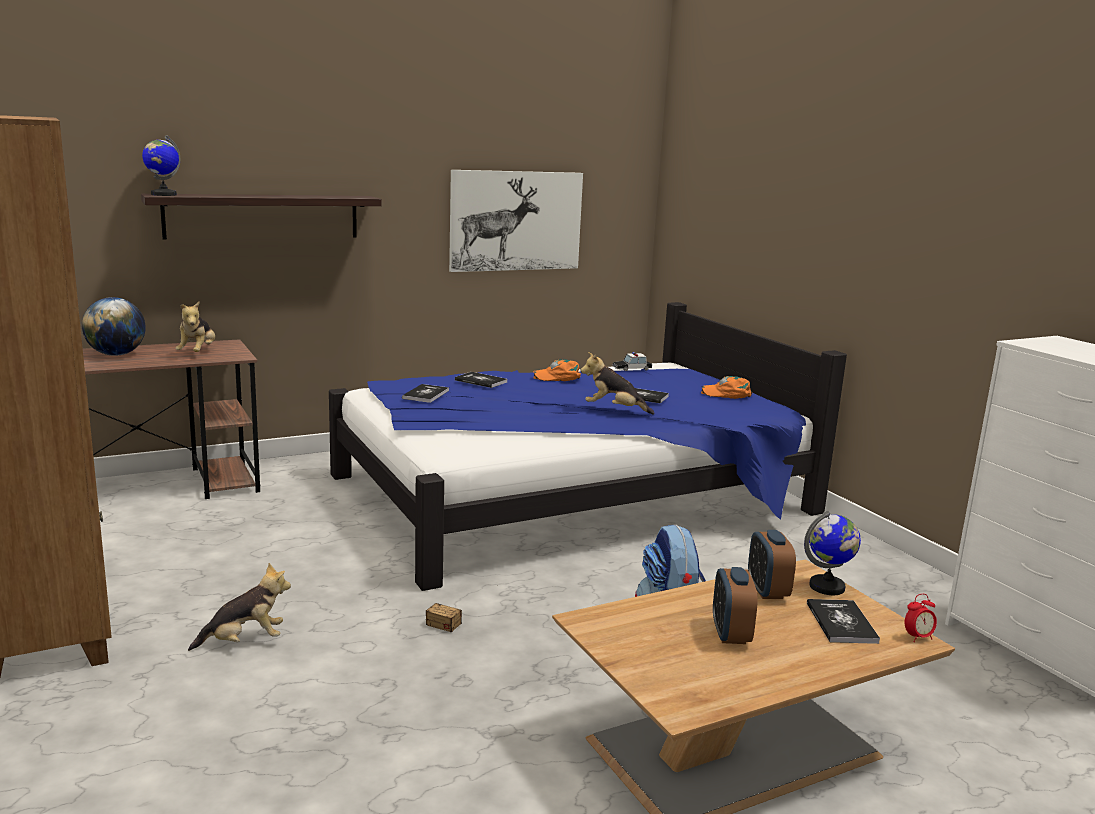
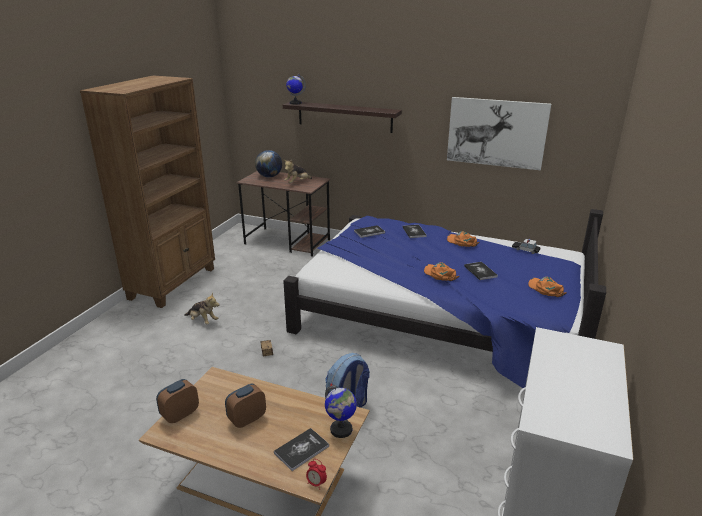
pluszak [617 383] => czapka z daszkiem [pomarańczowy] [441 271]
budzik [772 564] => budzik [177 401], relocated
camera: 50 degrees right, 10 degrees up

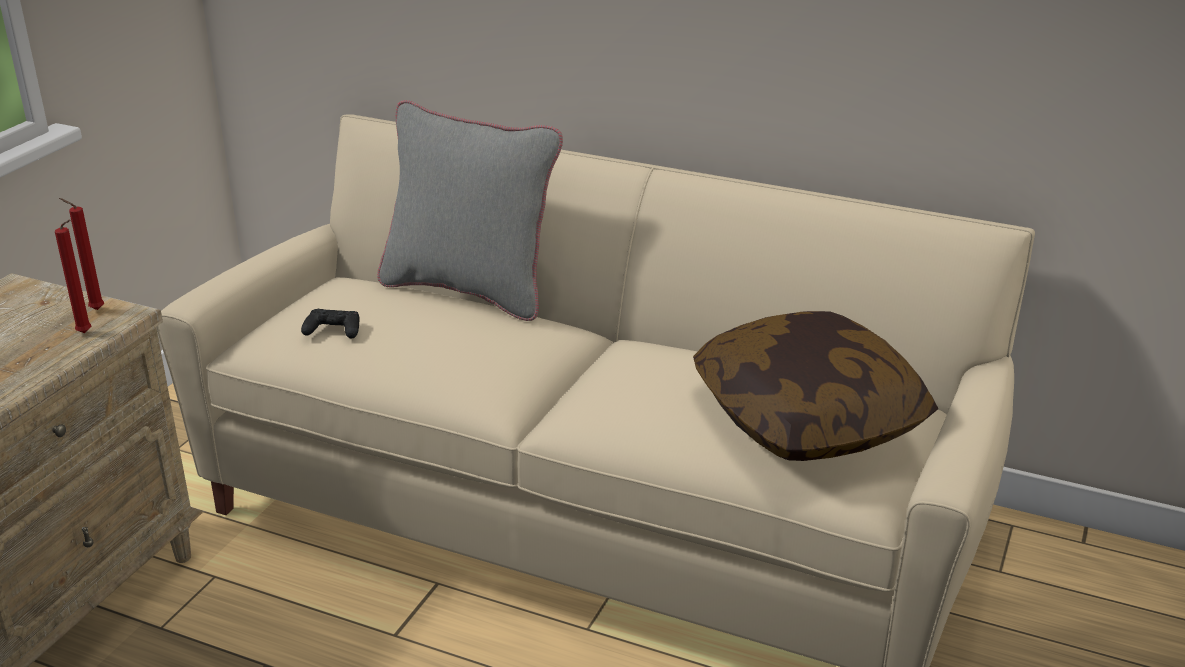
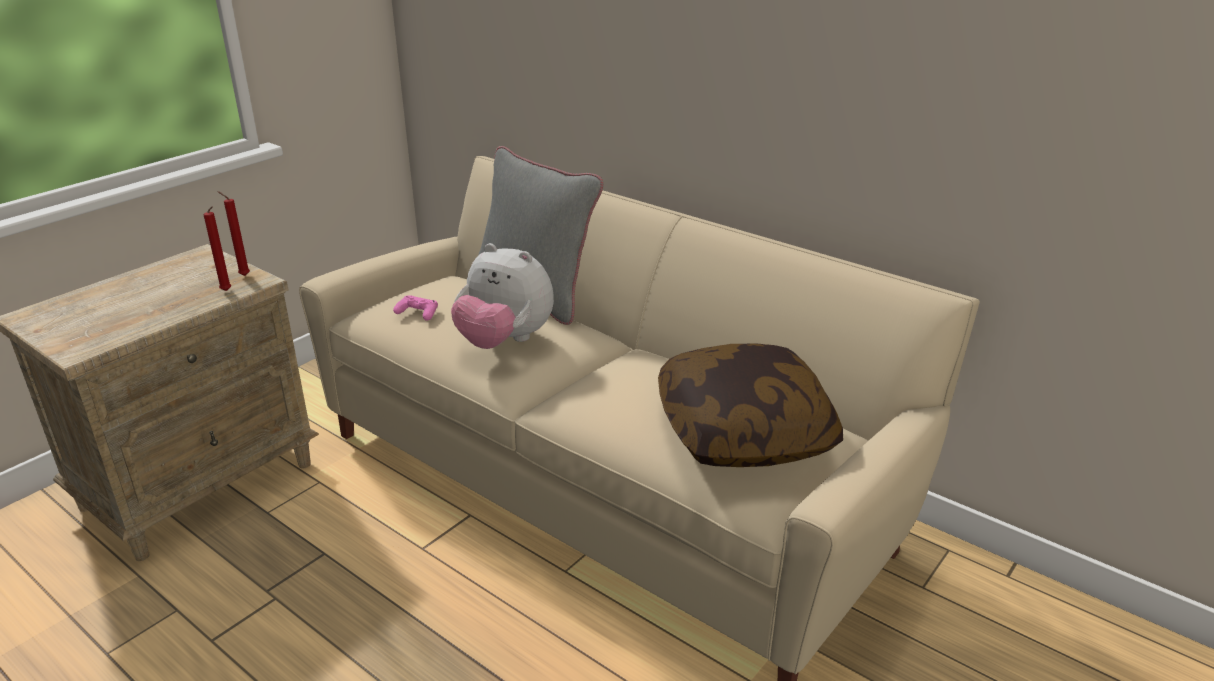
pad do gier [czarny] [330 324] => pad do gier [różowy] [415 308]
nothing => pluszak [502 296]
camera: 15 degrees right, 0 degrees up

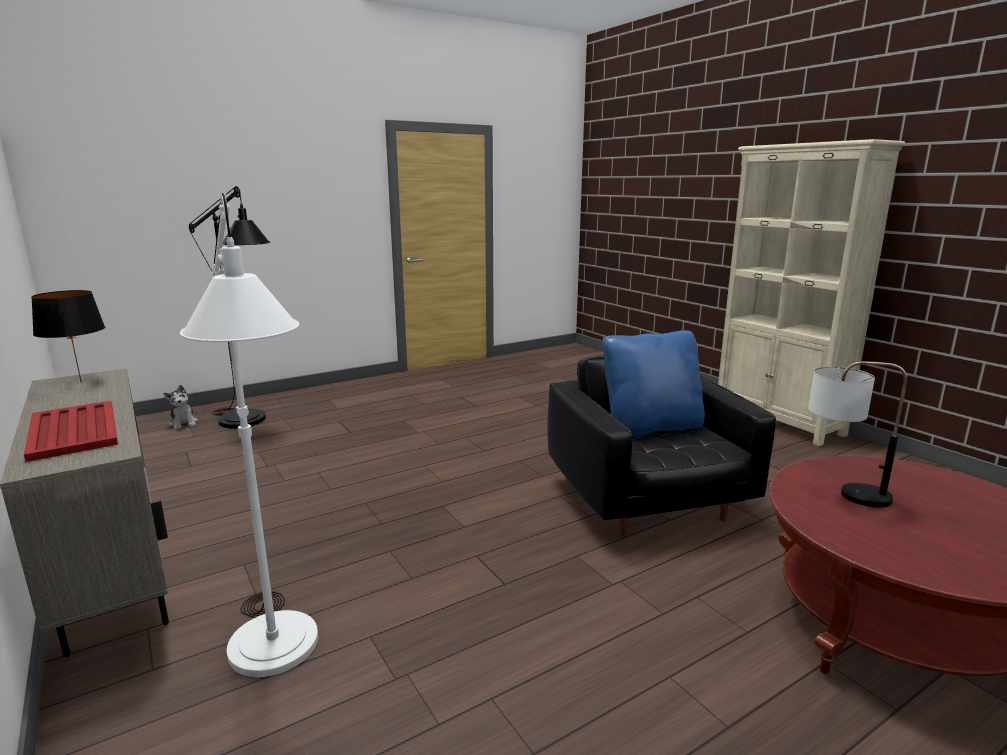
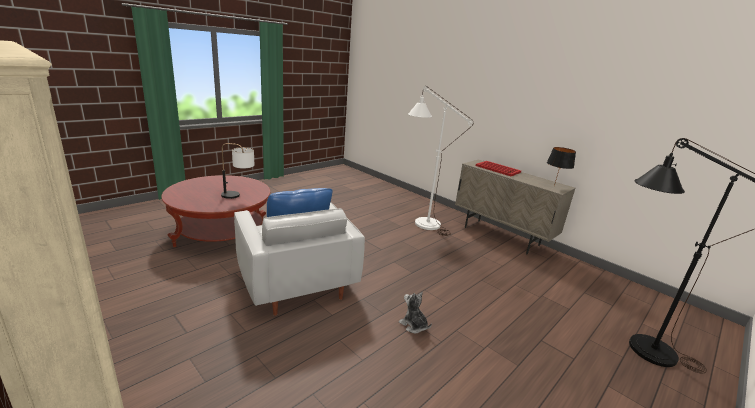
fotel [czarny] [661 446] => fotel [biały] [299 259]
pluszak [180 407] => pluszak [415 312], relocated
camera: 165 degrees right, 5 degrees up

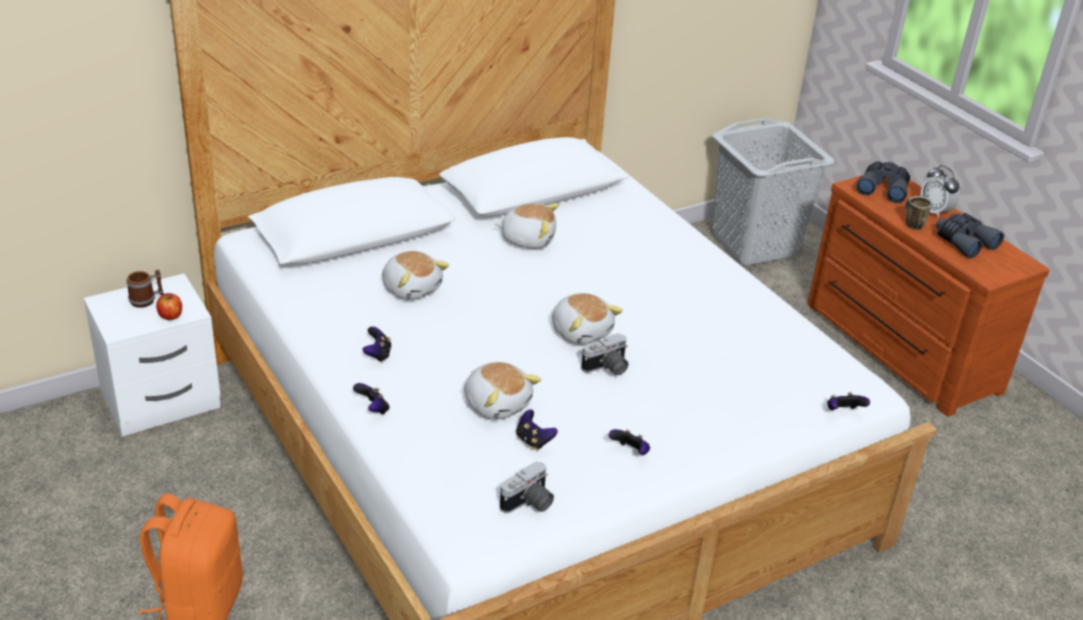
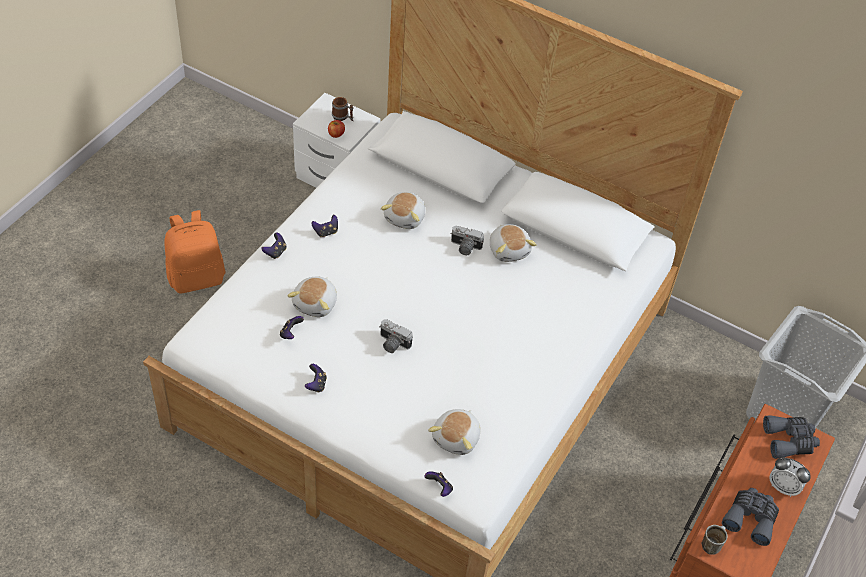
budzik [940 191] => budzik [790 477], 90 degrees counterclockwise
kubek [918 213] => kubek [715 540], relocated
pluszak [587 319] => pluszak [454 432], relocated
aparat fotograficzny [527 487] => aparat fotograficzny [467 240], relocated
camera: 60 degrees right, 15 degrees up

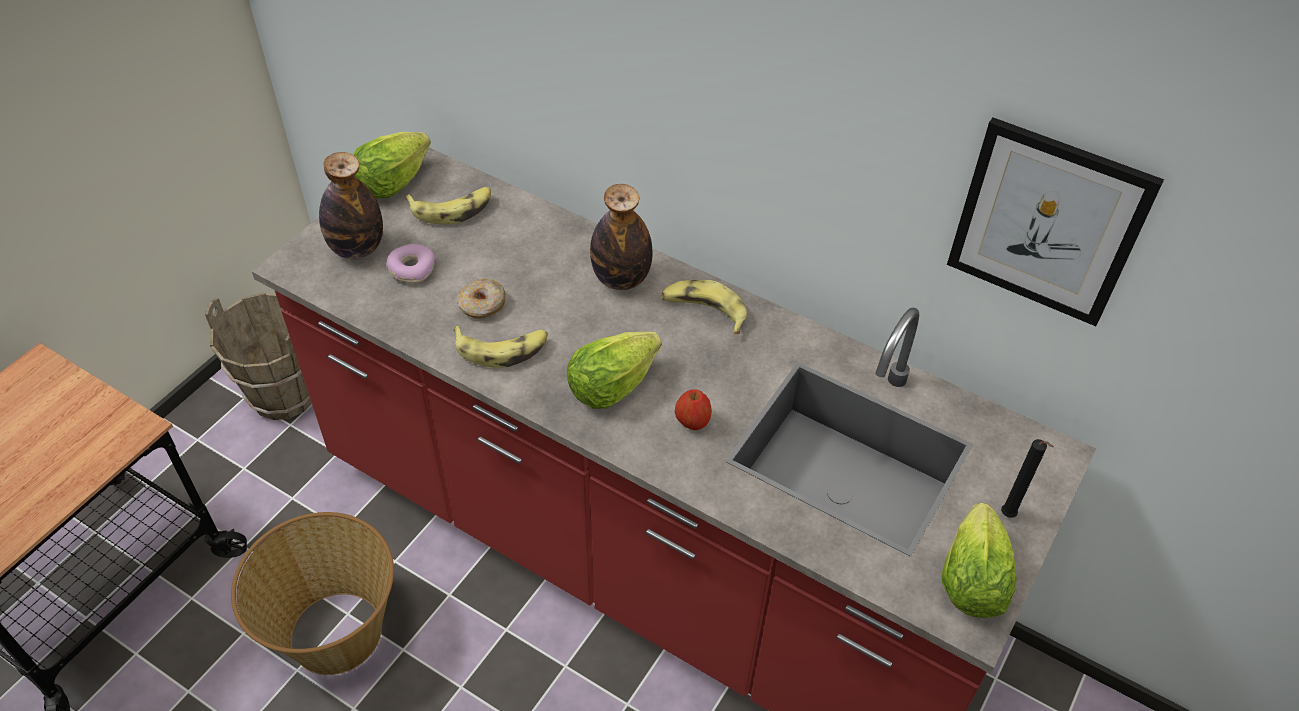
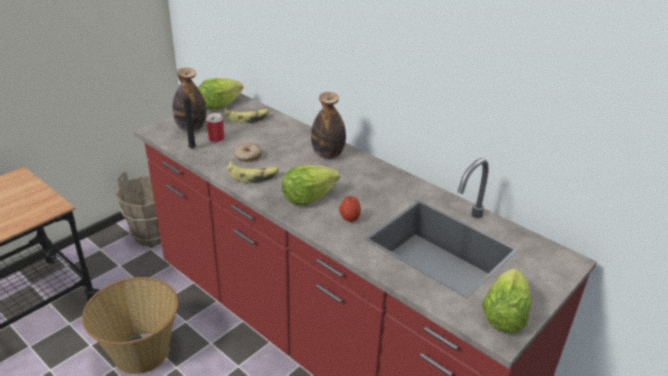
obraz [1055 221] => nothing
donut [410 264] => puszka [215 127]
banan [704 307] => nothing
świeca [czarny] [1027 478] => świeca [czarny] [189 121], relocated
camera: 10 degrees right, 15 degrees down

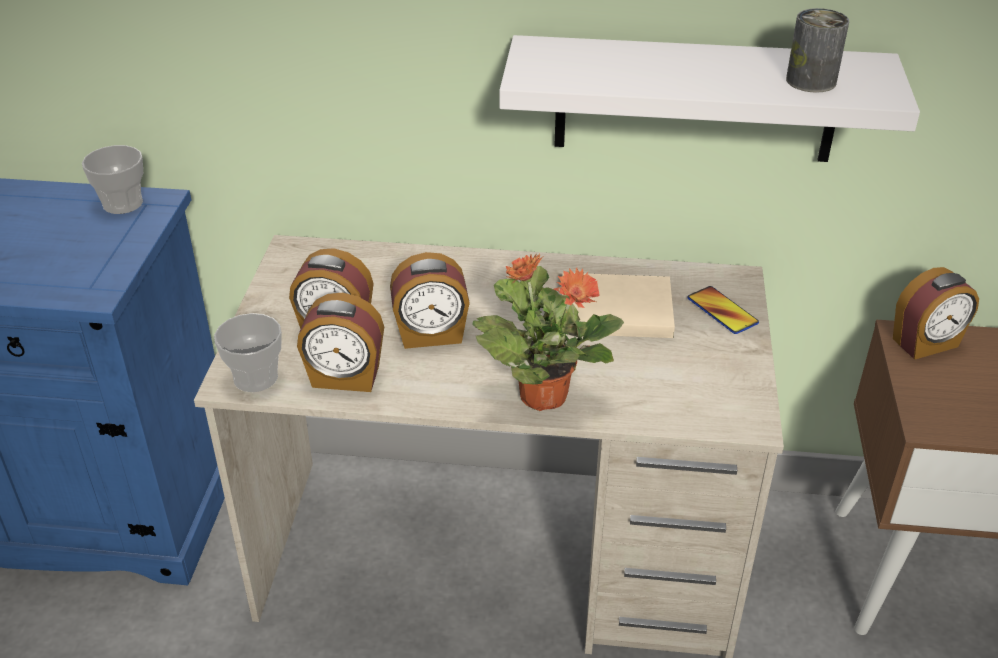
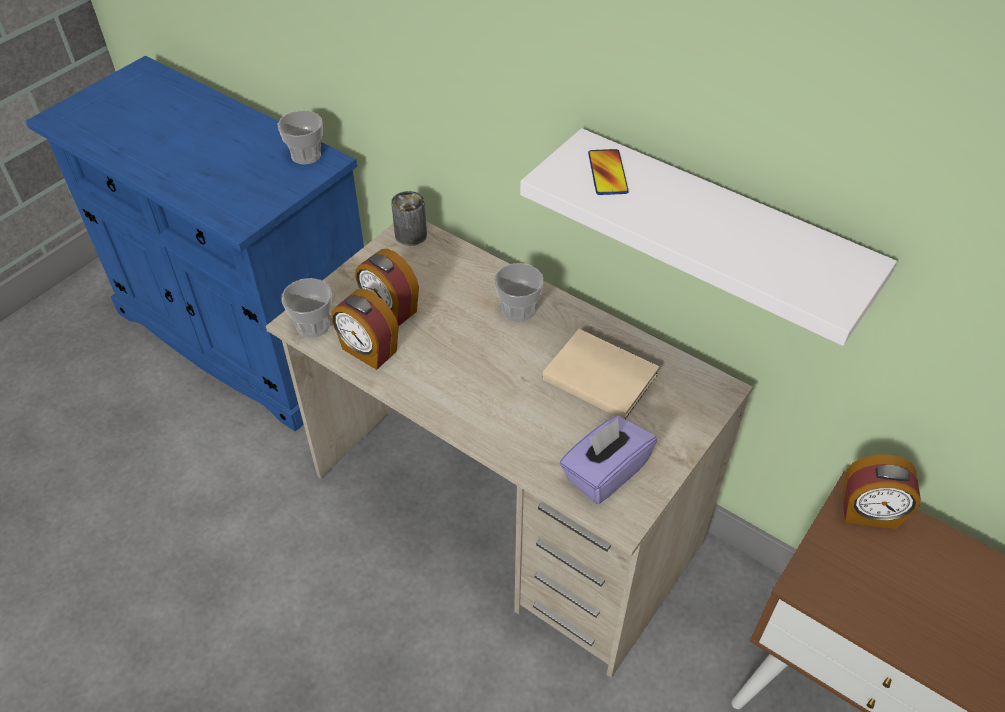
puszka [817 50] => puszka [409 218], relocated
budzik [430 300] => nothing
roślina doniczkowa [548 332] => nothing
telefon [723 310] => telefon [608 172], relocated
nothing => filiżanka [519 292]
nothing => pudełko chusteczek [fioletowy] [608 460]
camera: 30 degrees right, 10 degrees up

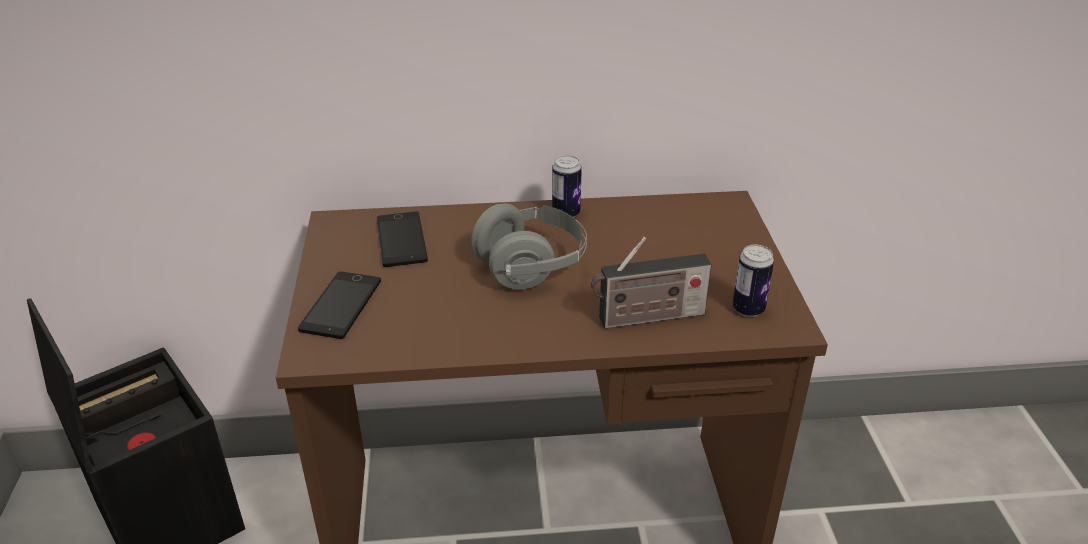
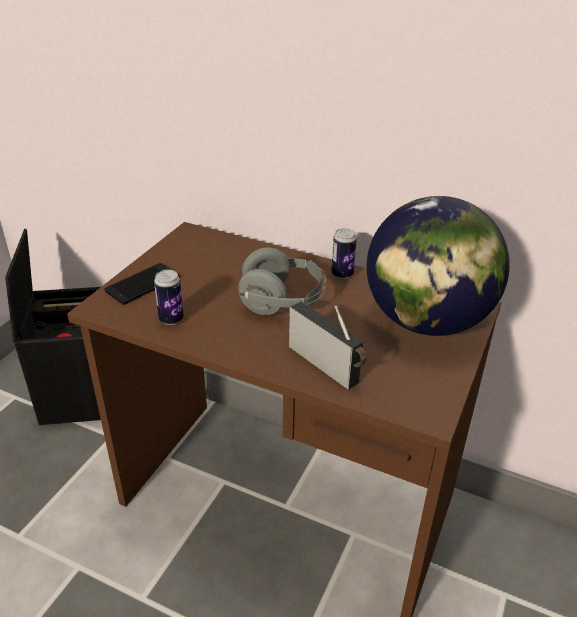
telefon [402 239] => nothing
radio [651 283] => radio [328 346], 150 degrees counterclockwise
puszka [753 281] => puszka [169 297], relocated
nothing => globus [438 266]
camera: 30 degrees right, 0 degrees up

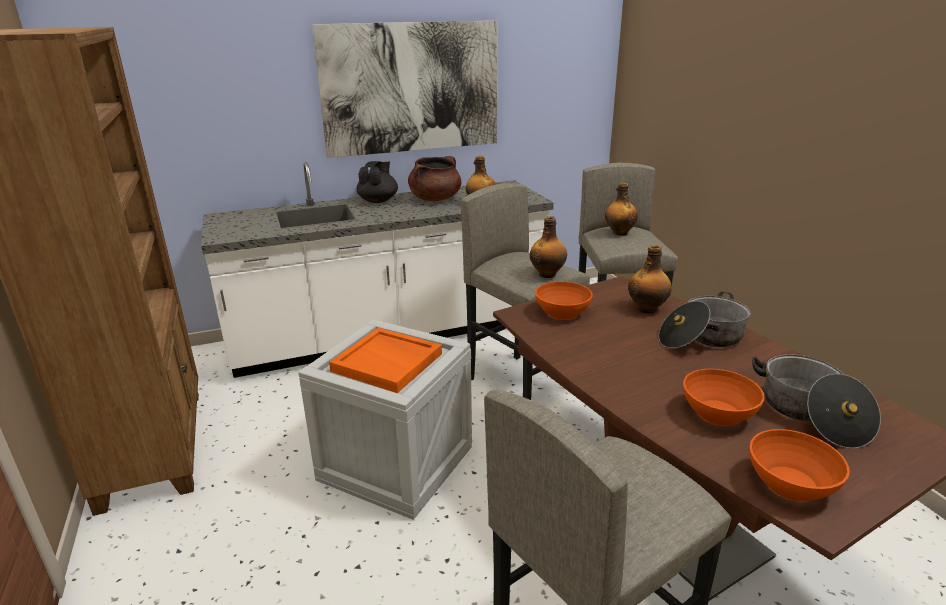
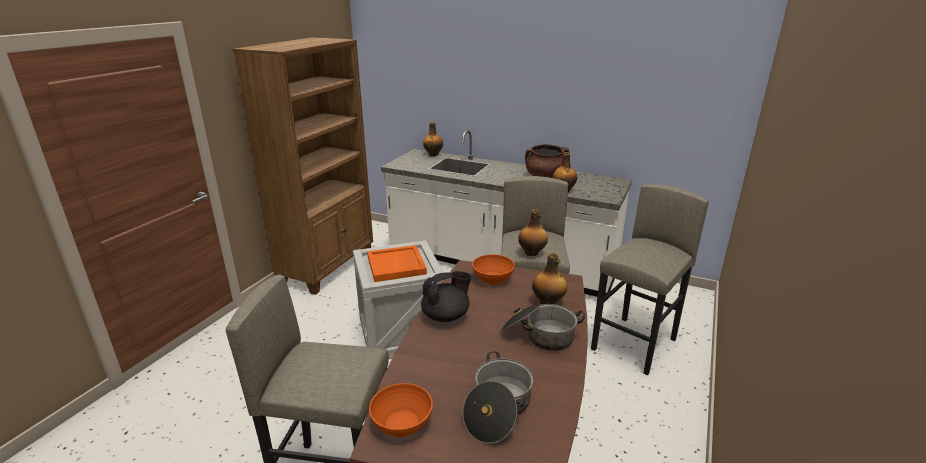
obraz [404 89] => nothing
imbryk [czarny] [377 182] => imbryk [czarny] [446 296], relocated
butelka [621 209] => butelka [433 139], relocated
miska [pomarańczowy] [724 397] => nothing
camera: 45 degrees right, 0 degrees up

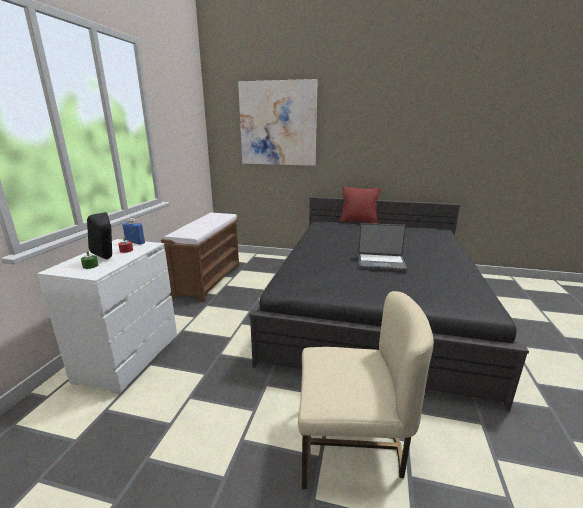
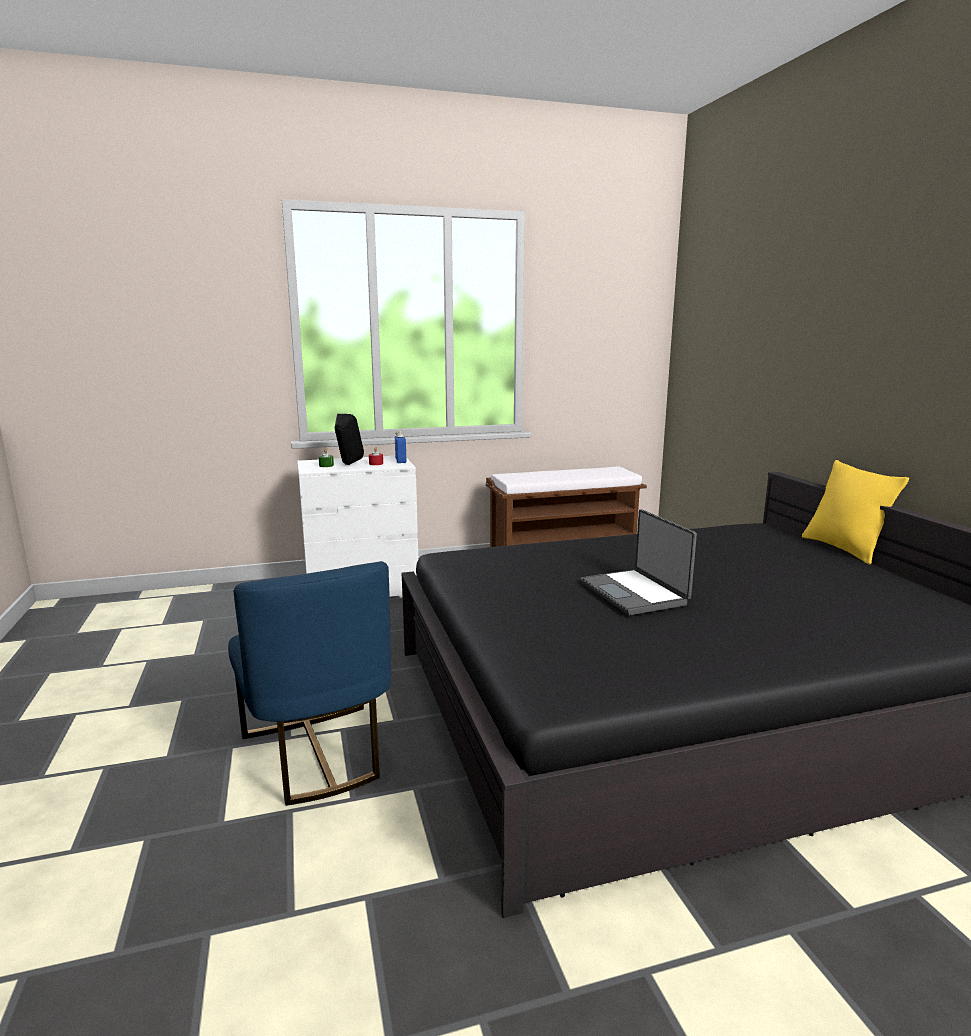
obraz [278 122] => nothing
poduszka [czerwony] [360 205] => poduszka [żółty] [855 512]
krzesło [beżowy] [366 390] => krzesło [niebieski] [309 683]
camera: 60 degrees right, 5 degrees down

